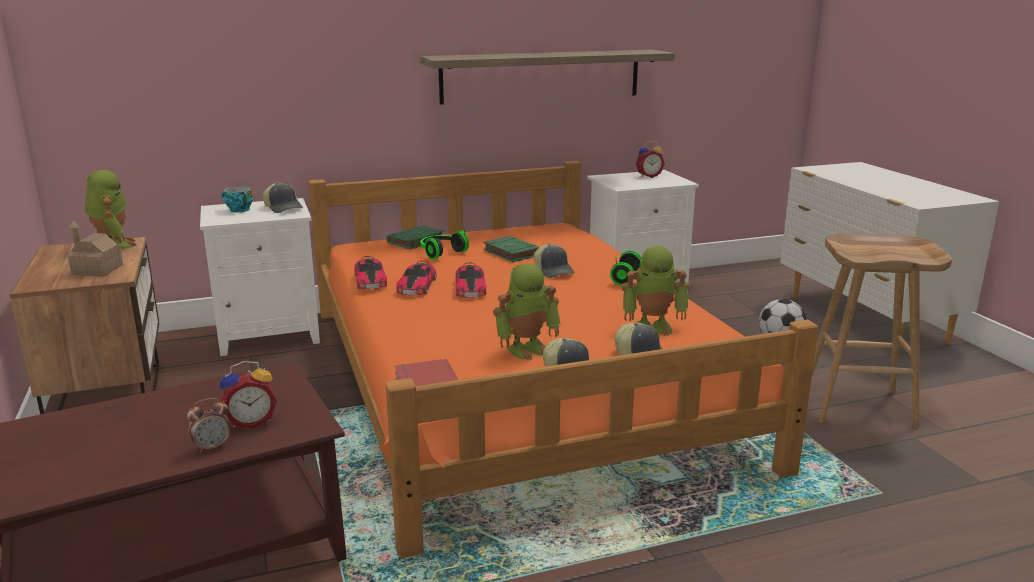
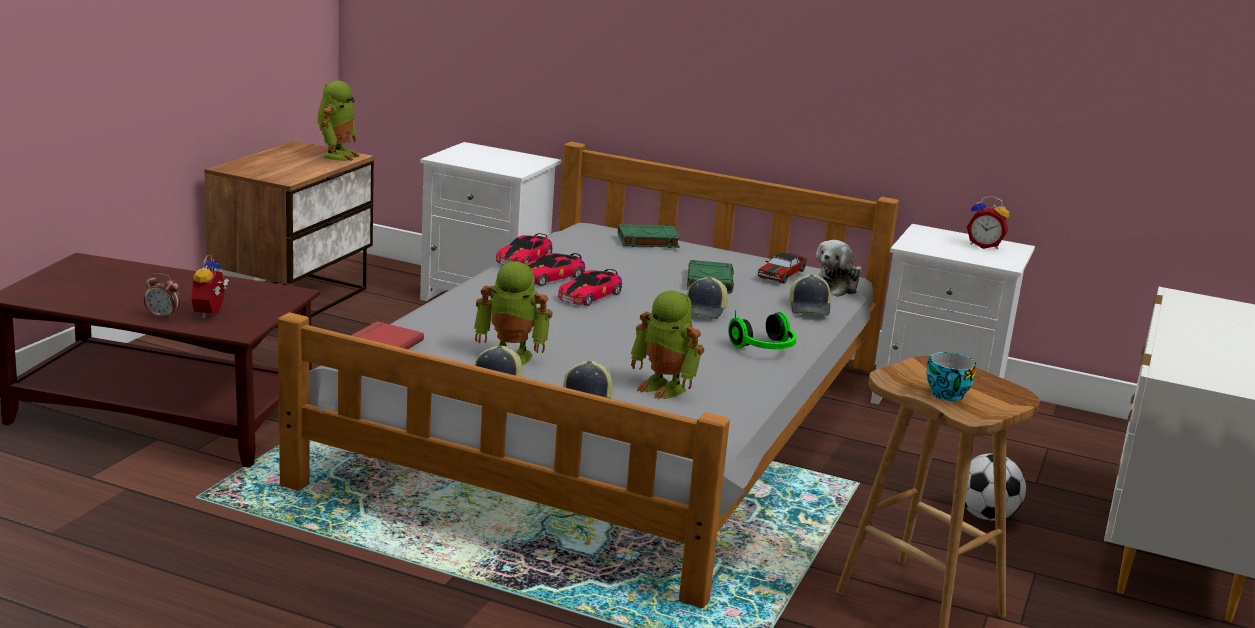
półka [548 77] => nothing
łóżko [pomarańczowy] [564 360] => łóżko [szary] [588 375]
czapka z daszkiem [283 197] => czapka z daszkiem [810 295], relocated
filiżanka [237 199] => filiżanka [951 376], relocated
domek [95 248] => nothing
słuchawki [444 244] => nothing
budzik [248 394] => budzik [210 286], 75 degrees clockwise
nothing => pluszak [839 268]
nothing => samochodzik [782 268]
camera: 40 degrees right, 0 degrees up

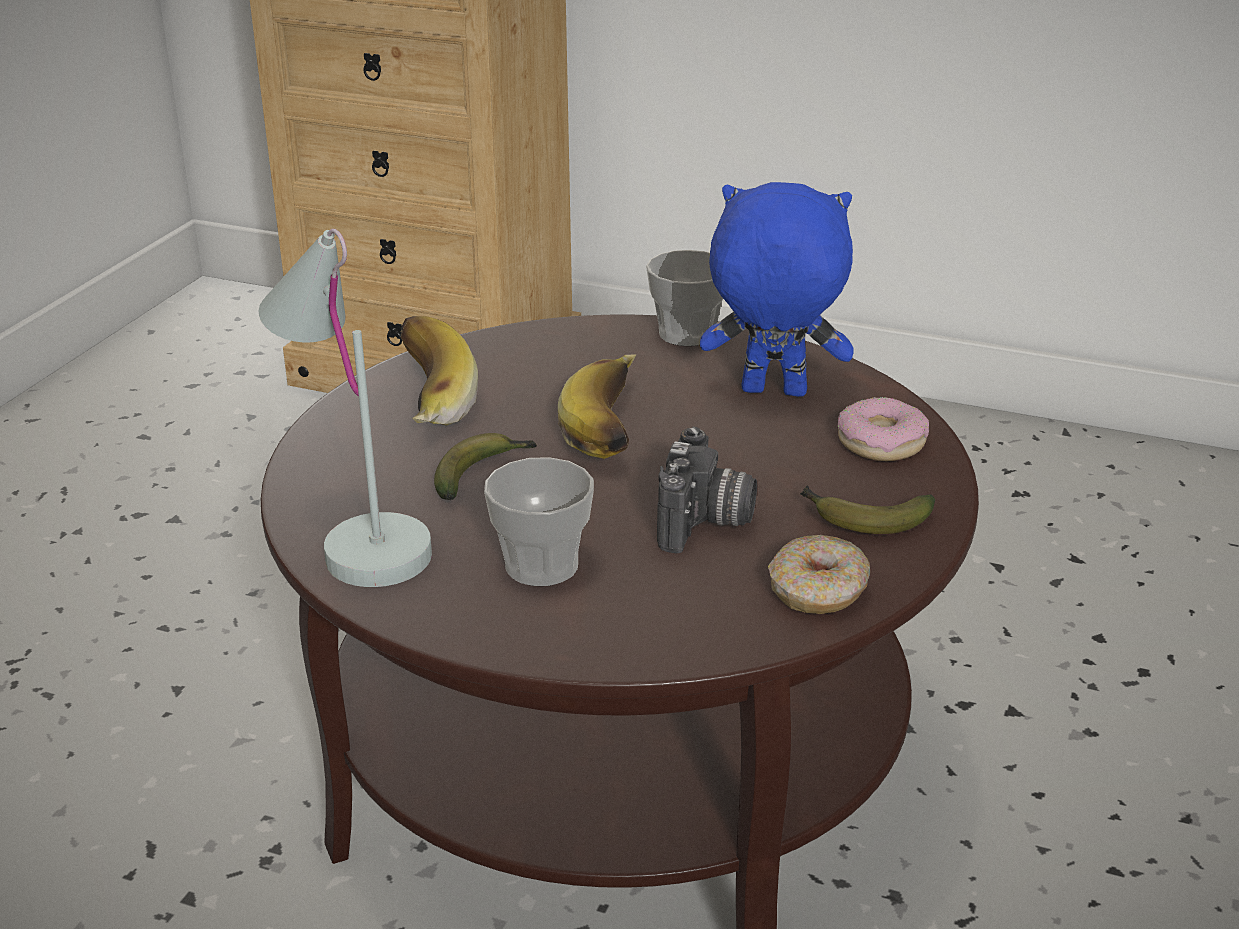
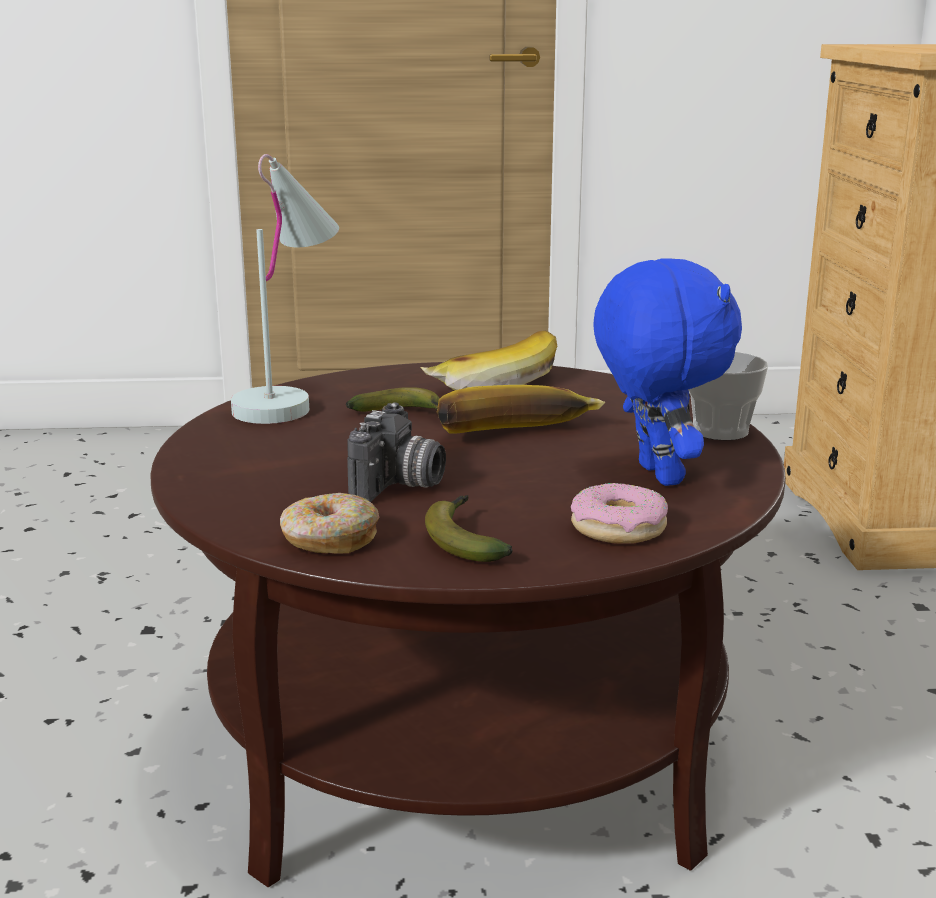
aparat fotograficzny [707 490] => aparat fotograficzny [396 452], 60 degrees counterclockwise
filiżanka [539 521] => nothing
camera: 65 degrees right, 10 degrees down

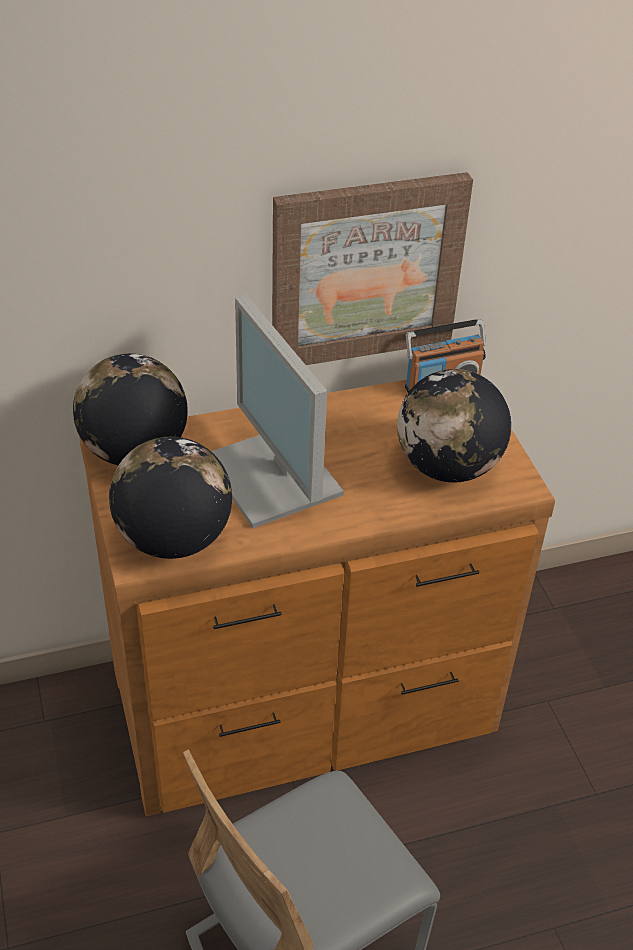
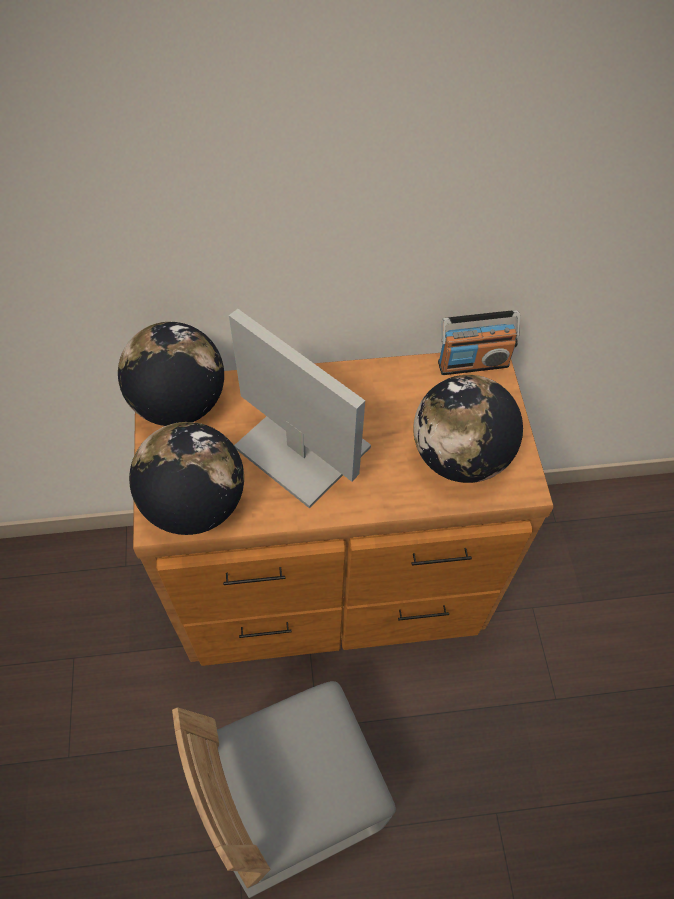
obraz [372 268] => nothing
monitor [277 411] => monitor [300 409], 150 degrees clockwise
camera: 10 degrees right, 15 degrees up

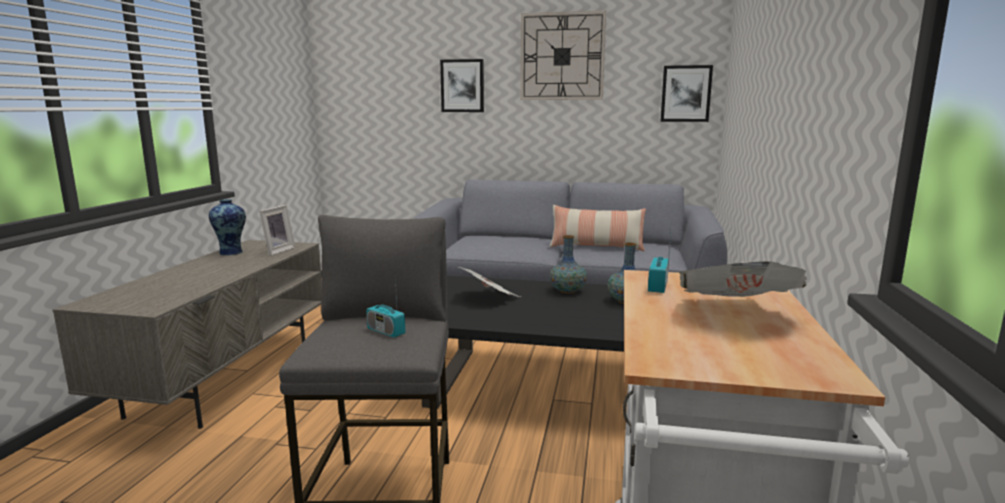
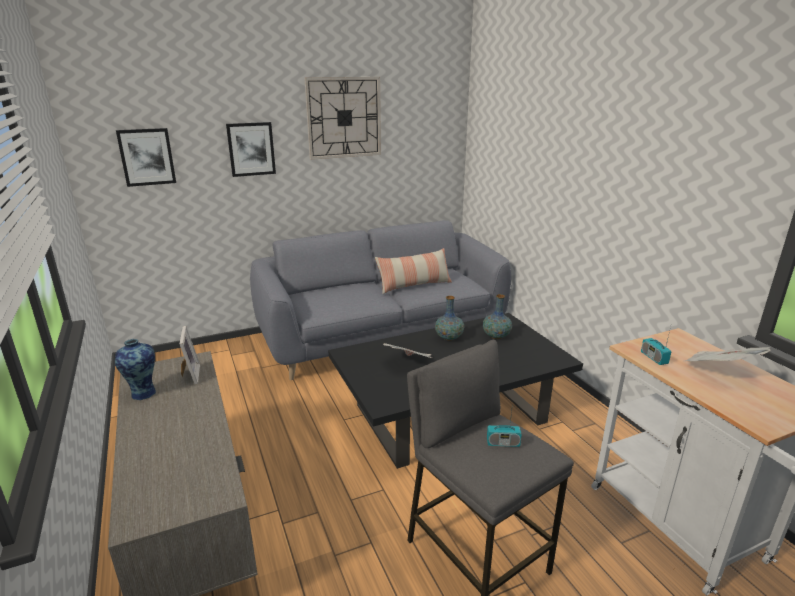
obraz [686 93] => obraz [146 157], relocated
camera: 35 degrees left, 10 degrees up

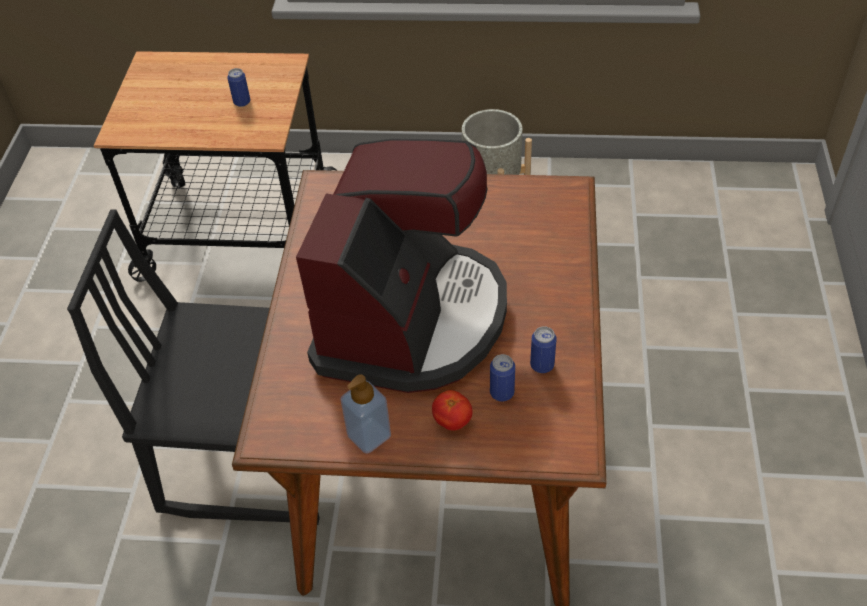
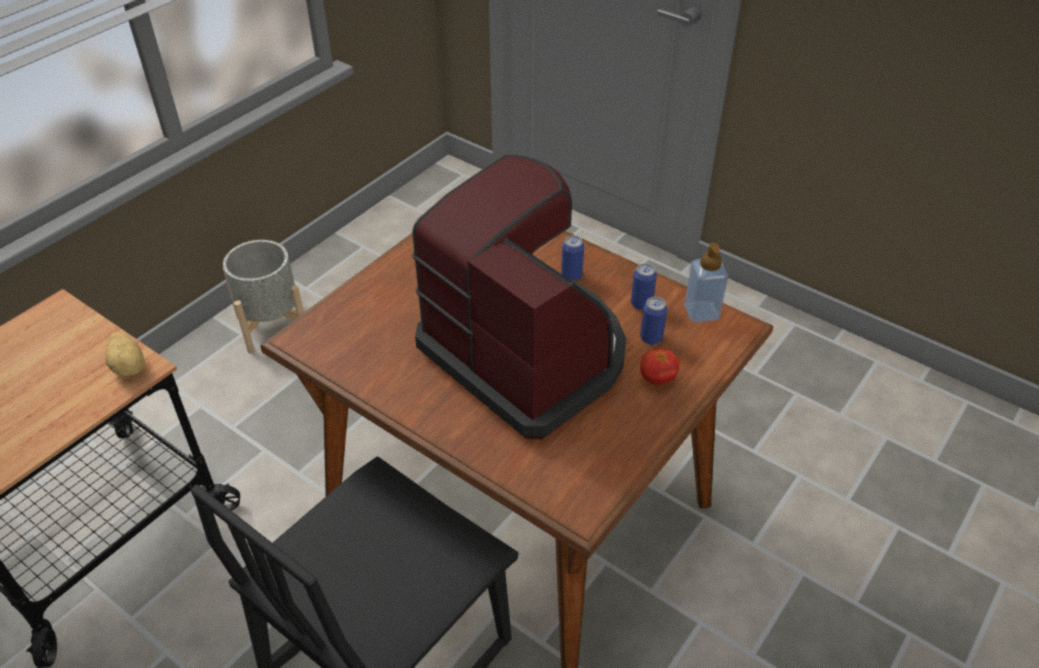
puszka [238 87] => puszka [572 258], relocated
dozownik mydła [365 414] => dozownik mydła [706 283], relocated
nothing => ziemniak [125 354]
camera: 60 degrees left, 5 degrees down

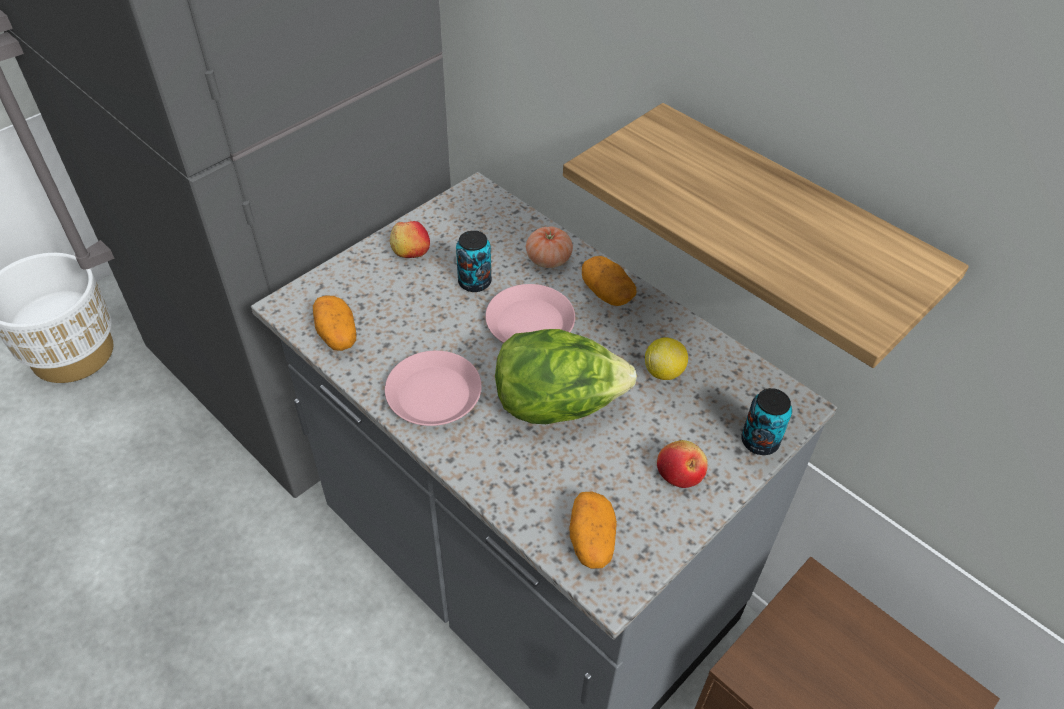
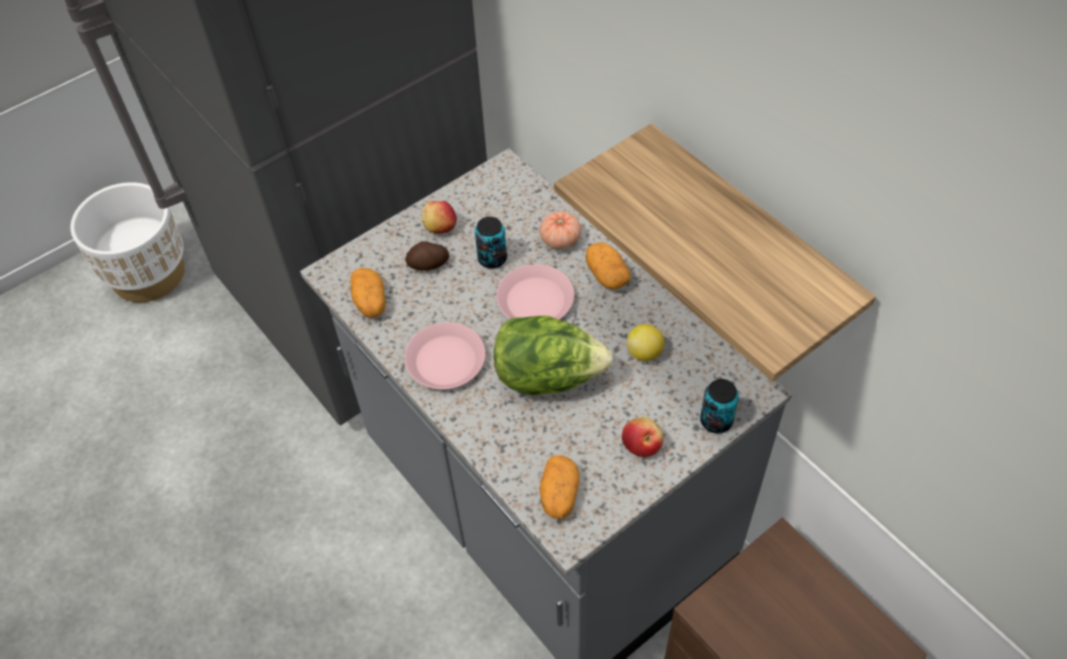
nothing => ziemniak [427 256]
camera: 10 degrees right, 5 degrees up

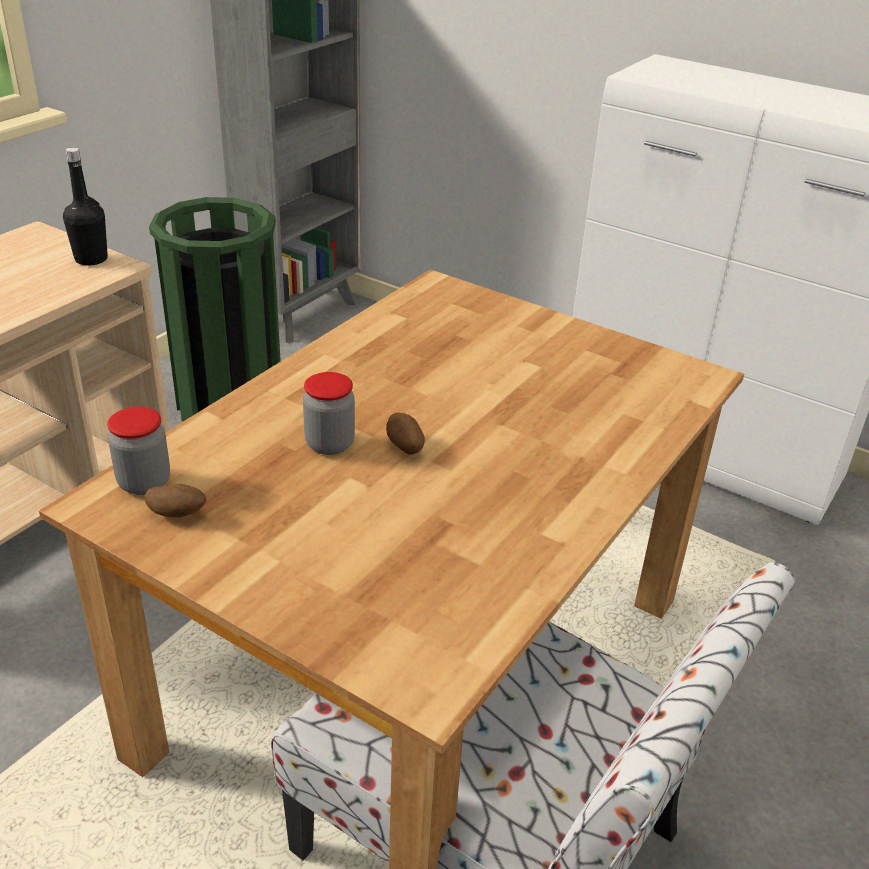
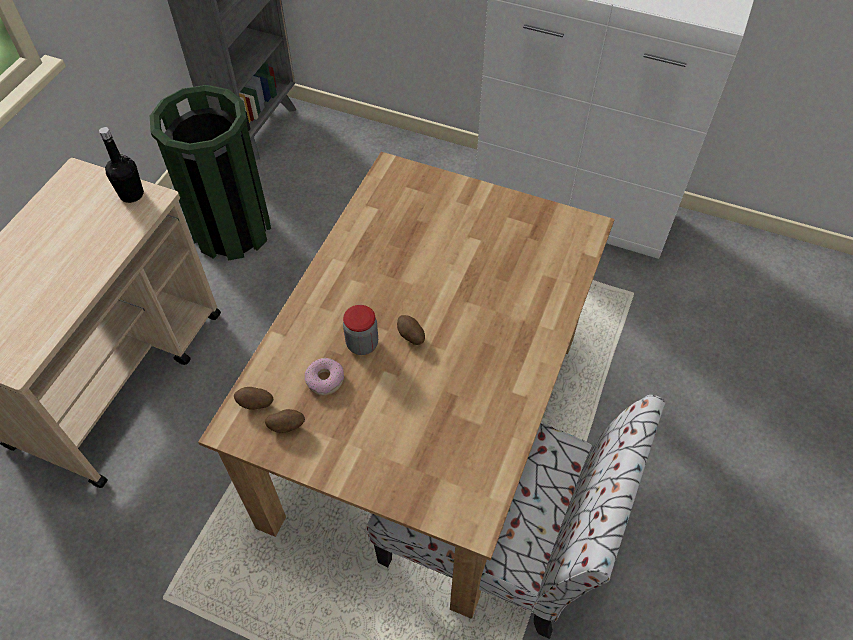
słoik [138 451] => ziemniak [254 398]
nothing => donut [324 376]
camera: 10 degrees left, 20 degrees up

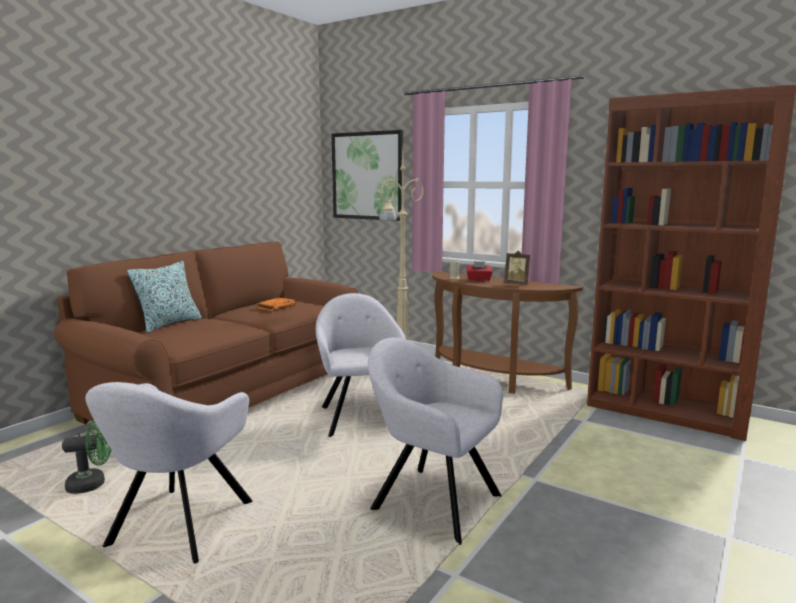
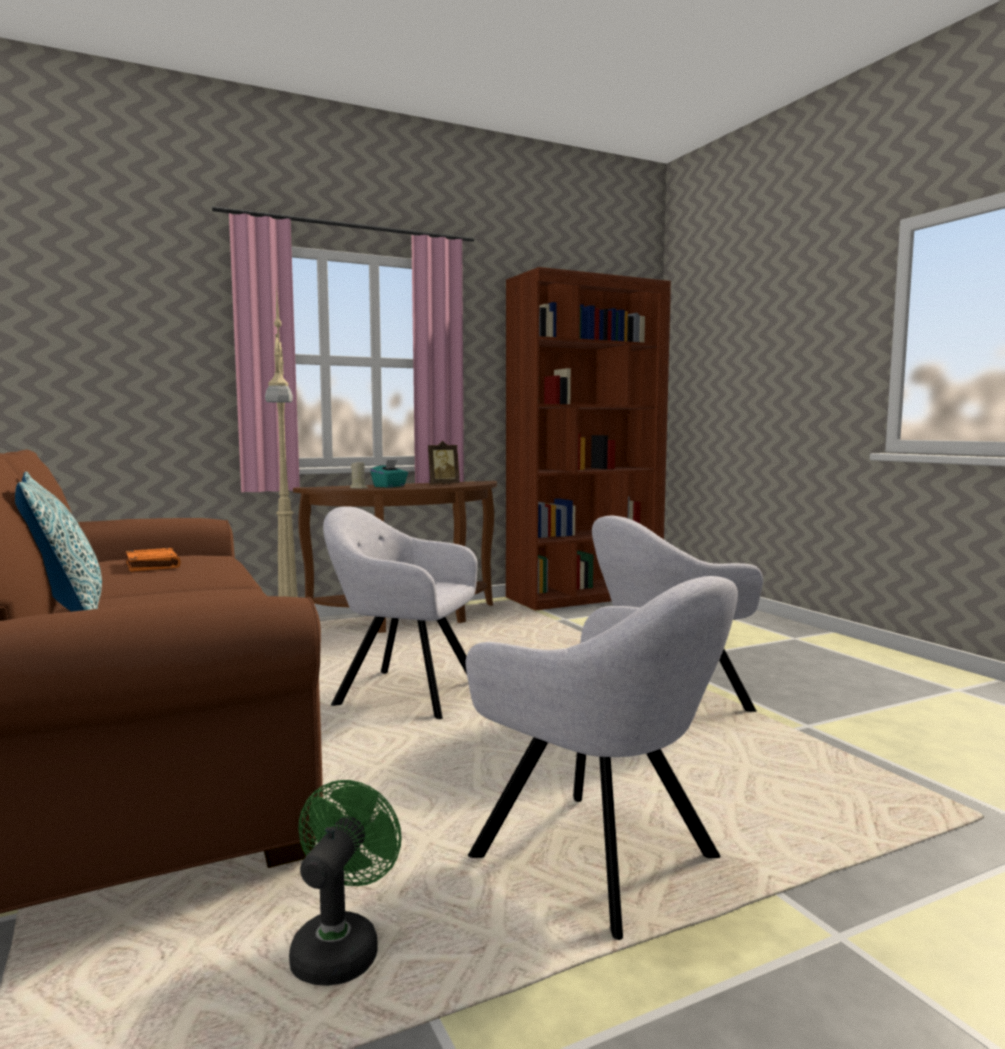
obraz [367 175] => nothing
pudełko chusteczek [czerwony] [479 271] => pudełko chusteczek [turkusowy] [389 474]
camera: 60 degrees left, 5 degrees down

